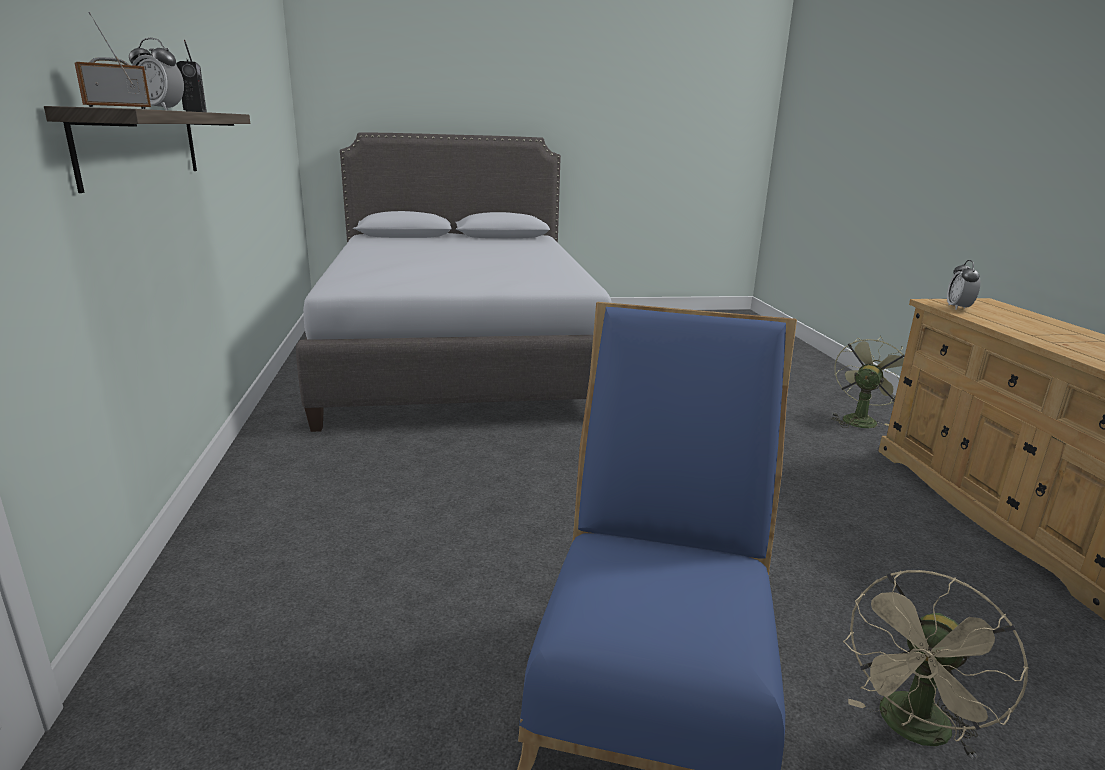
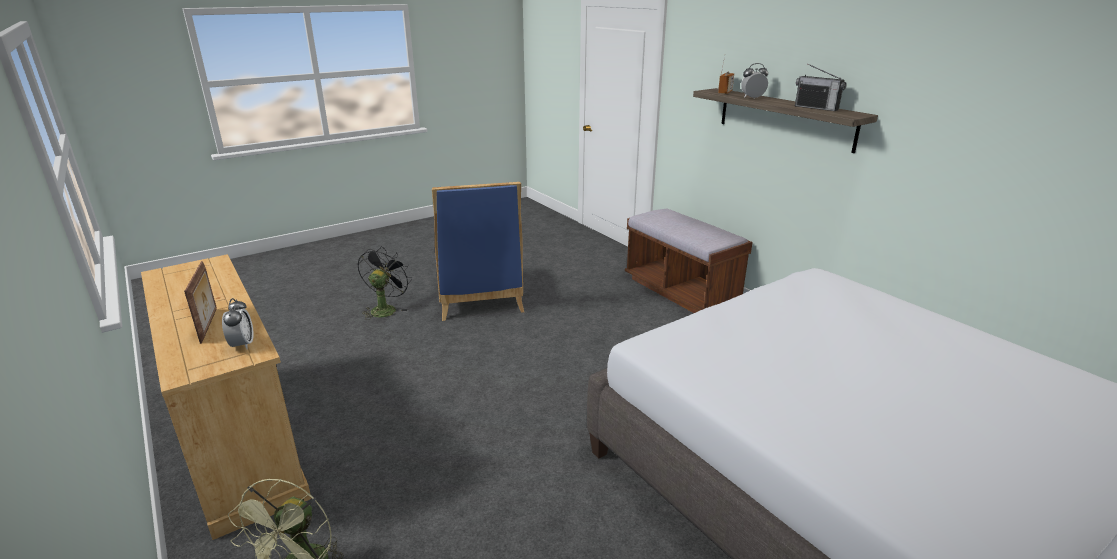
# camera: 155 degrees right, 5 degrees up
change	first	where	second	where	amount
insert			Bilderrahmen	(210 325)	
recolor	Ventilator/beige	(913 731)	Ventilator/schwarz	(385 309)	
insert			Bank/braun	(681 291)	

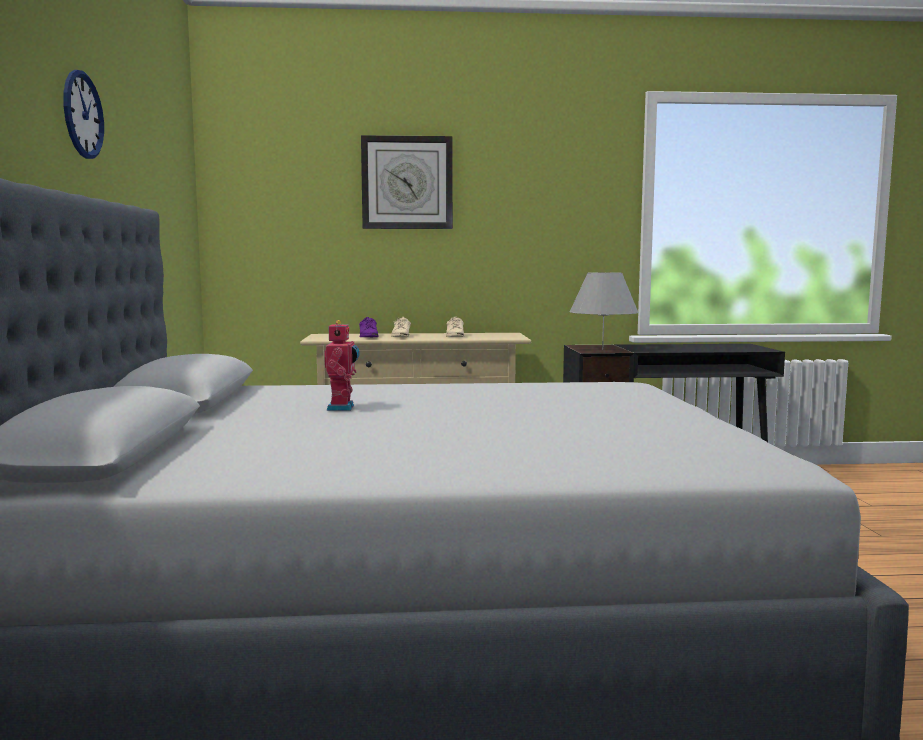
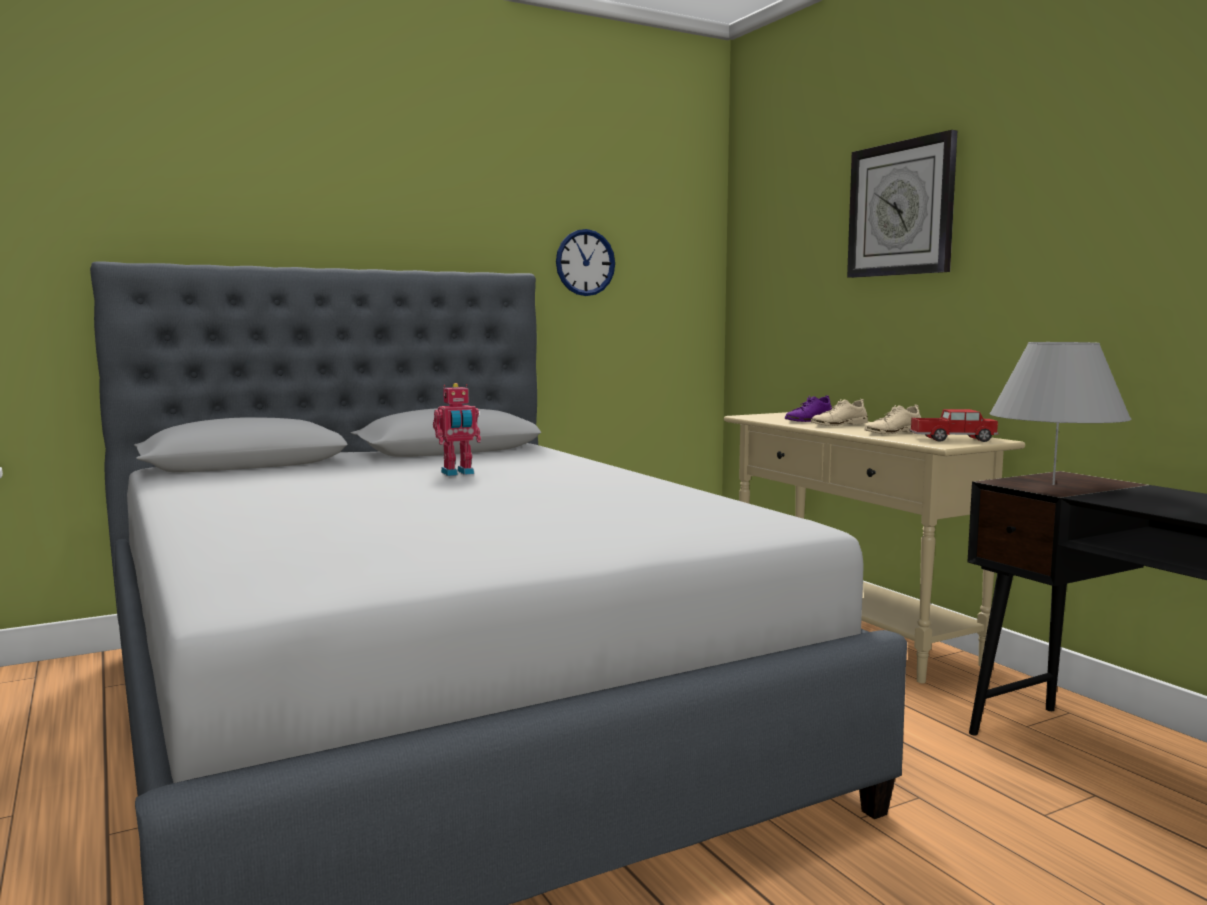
# camera: 65 degrees right, 0 degrees up
change	first	where	second	where	amount
move	Wanduhr	(82 115)		(585 262)	
insert			Spielzeuglaster	(953 439)	

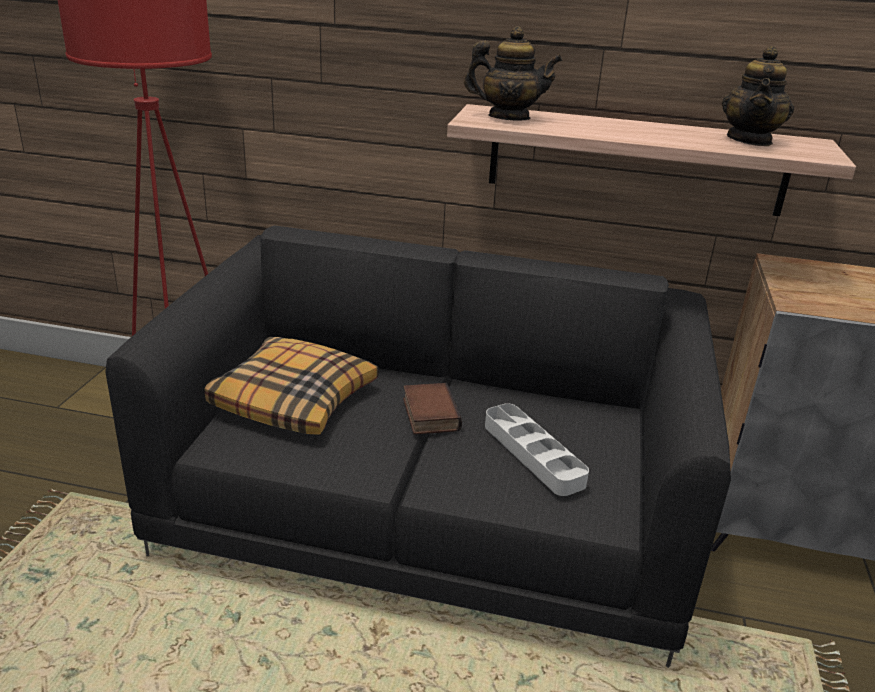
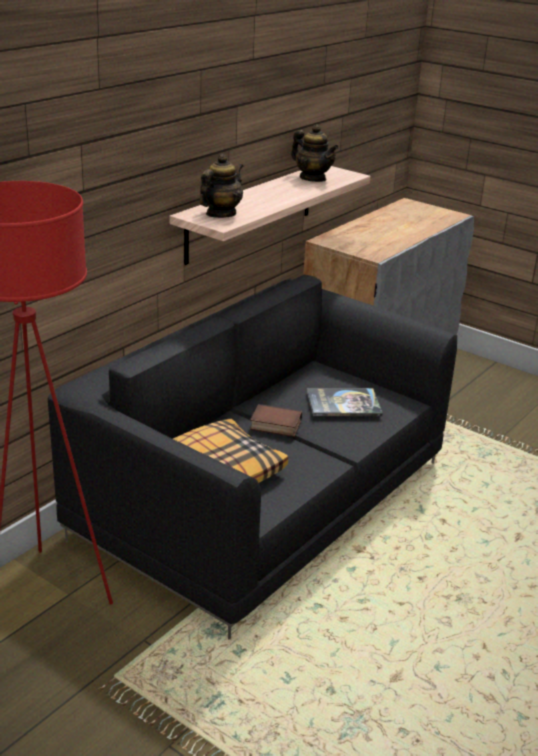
# camera: 65 degrees left, 0 degrees up
change	first	where	second	where	amount
replace	Tablett/grau	(533 454)	Buch	(343 403)	

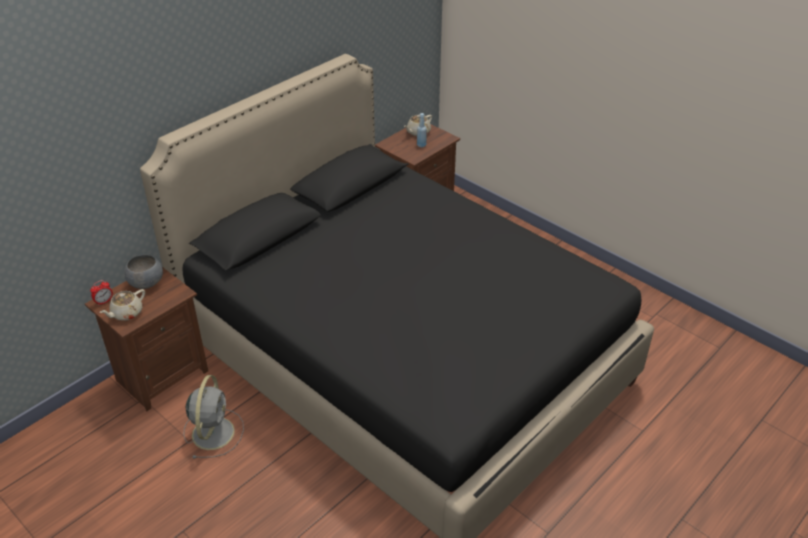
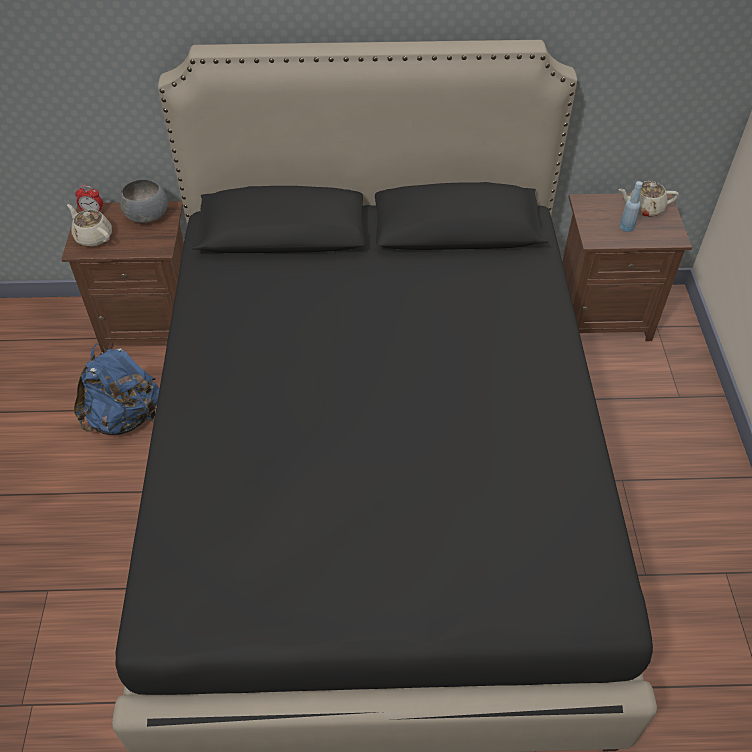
# camera: 45 degrees right, 10 degrees up
change	first	where	second	where	amount
rotate	Teekanne/beige	(126 313)		(93 237)	45 degrees clockwise
replace	Ventilator/grau	(213 431)	Rucksack/blau	(125 417)	

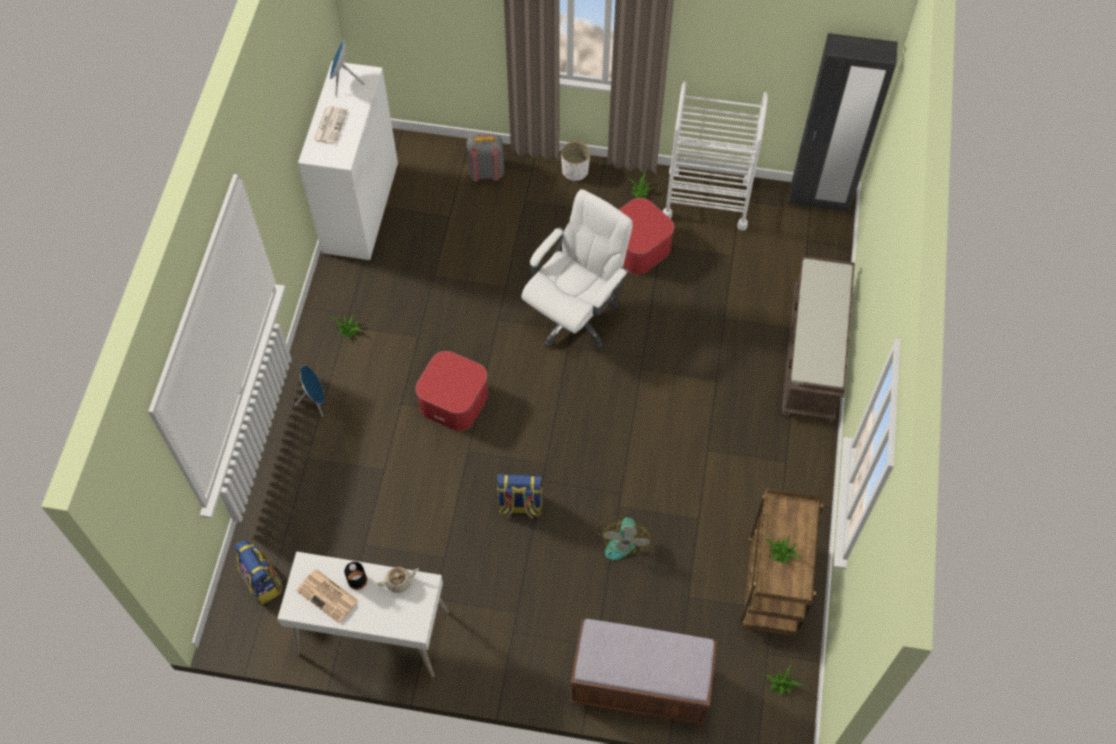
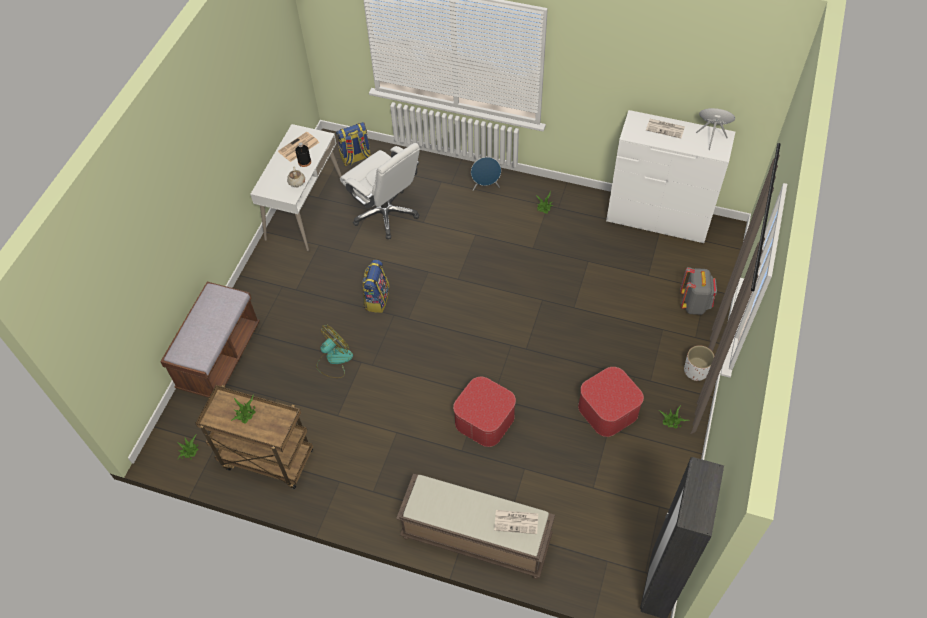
# camera: 100 degrees right, 5 degrees down
change	first	where	second	where	amount
rotate	Ventilator	(621 539)		(334 360)	120 degrees clockwise
move	Bürostuhl/weiß	(575 315)		(386 213)	
move	Polsterhocker	(454 400)		(484 420)	
insert			Zeitung	(517 521)	
delete	Rollwagen/weiß	(707 199)			

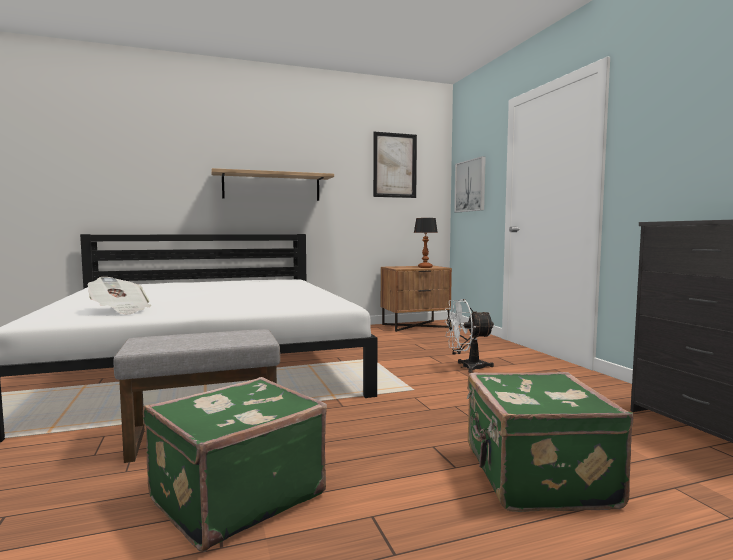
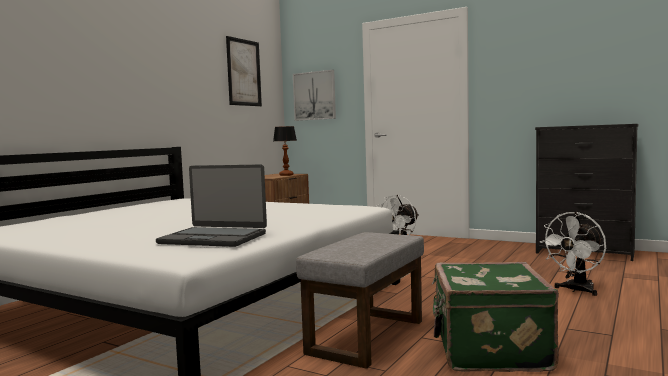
# camera: 40 degrees left, 0 degrees up
change	first	where	second	where	amount
replace	Zeitung	(120 310)	Laptop	(214 238)	
replace	Koffer/grün	(535 477)	Ventilator/weiß	(576 290)	
delete	Wandregal	(272 186)			

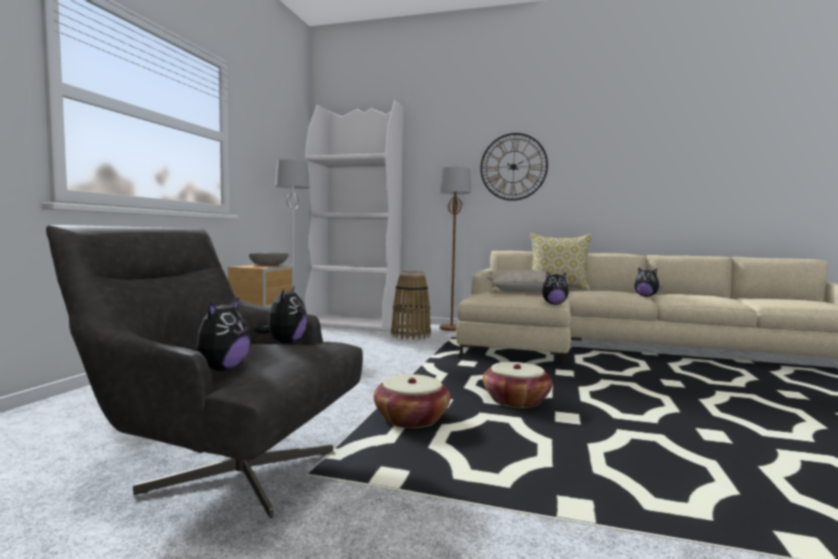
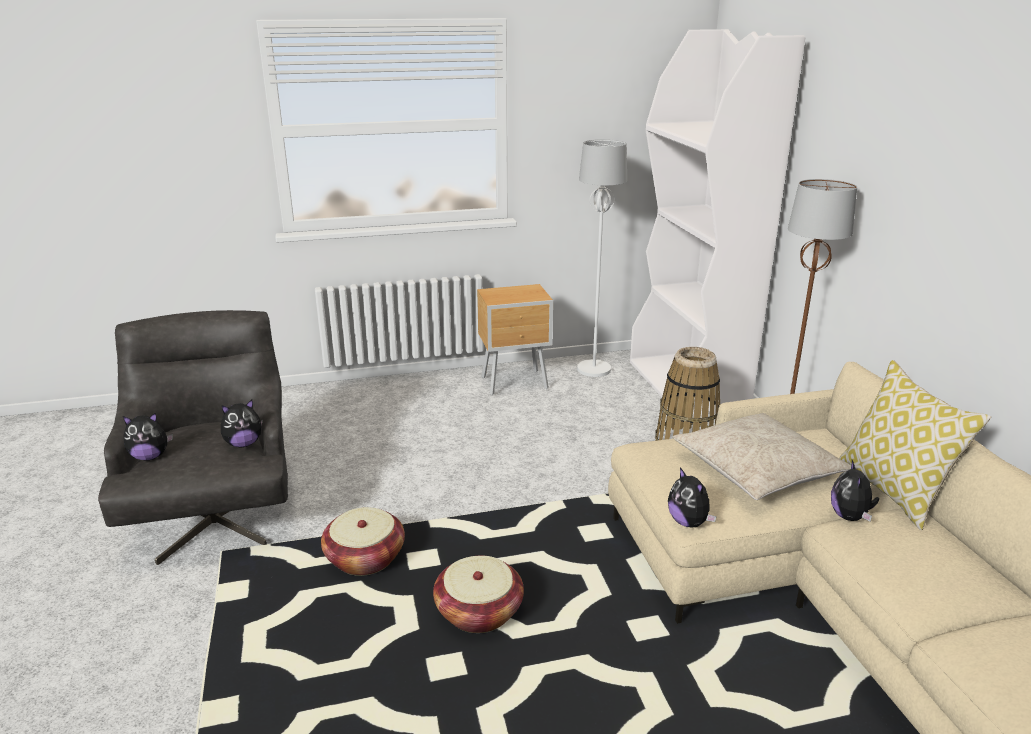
# camera: 60 degrees right, 20 degrees up
change	first	where	second	where	amount
move	Plüschtier	(646 296)		(850 517)	
delete	Schüssel/grau	(269 265)			
delete	Wanduhr	(513 167)			

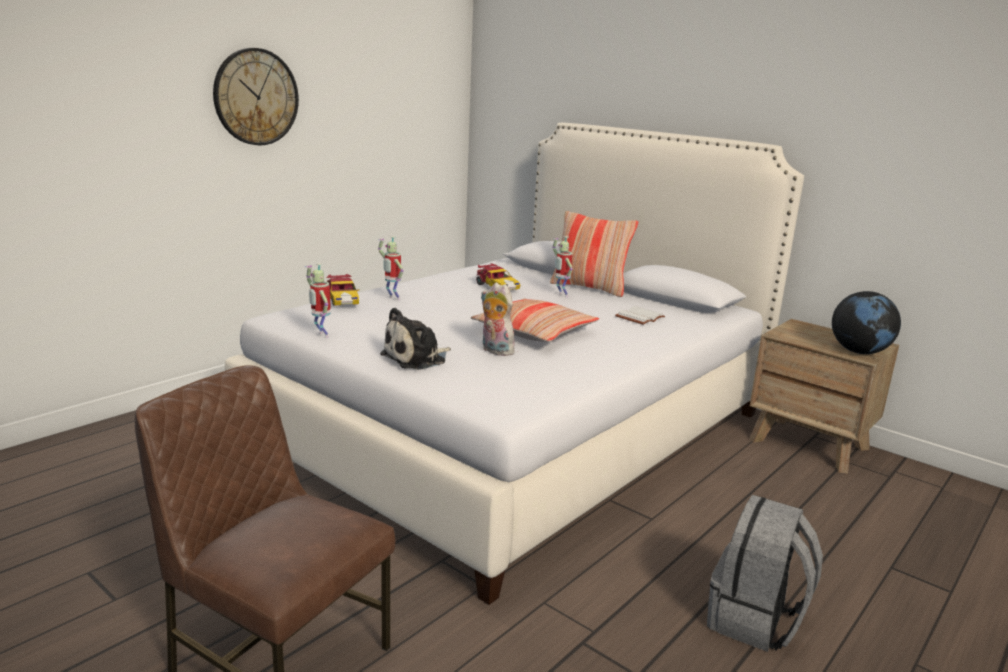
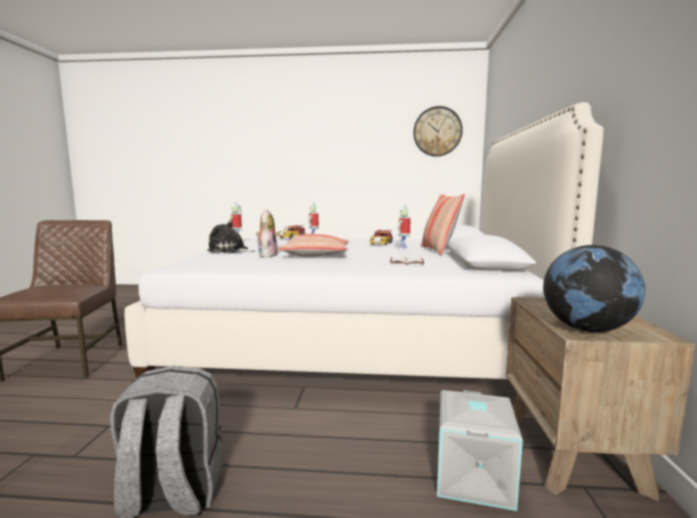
# camera: 55 degrees right, 10 degrees down
change	first	where	second	where	amount
move	Wanduhr	(256 97)		(437 131)	
insert			Aufbewahrungsbox/grau	(475 477)	

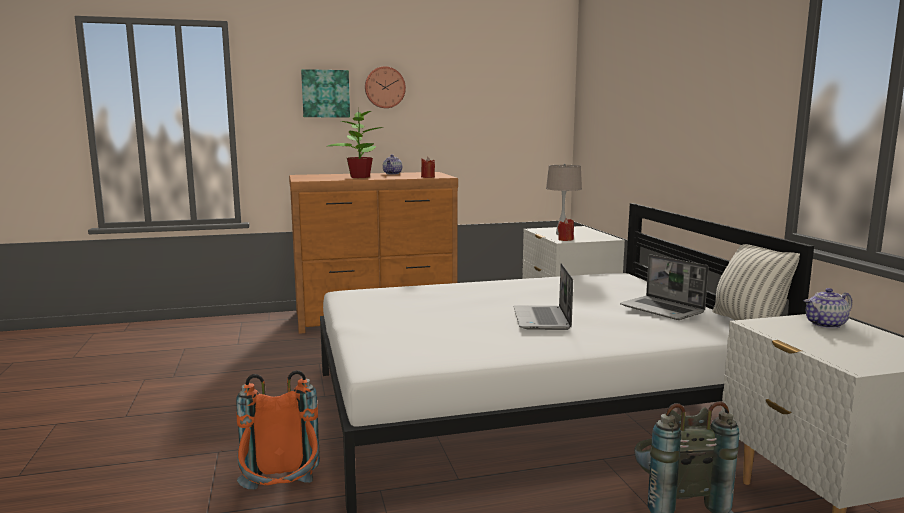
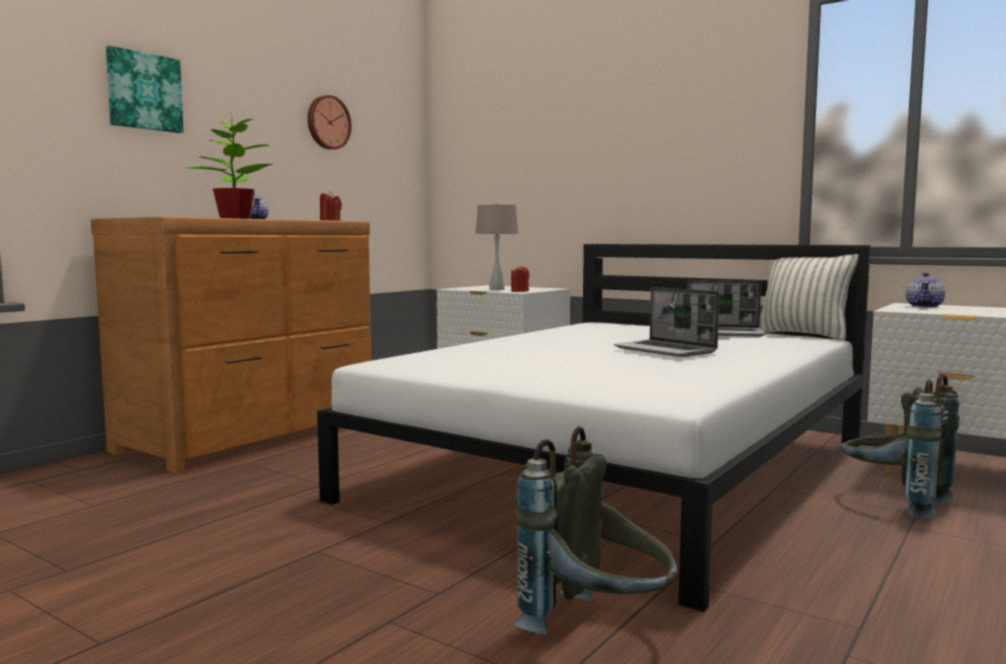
# camera: 40 degrees left, 5 degrees down
change	first	where	second	where	amount
move	Wanduhr	(384 87)		(327 122)	
recolor	Rucksack/orange	(281 498)	Rucksack/grau	(597 629)	

